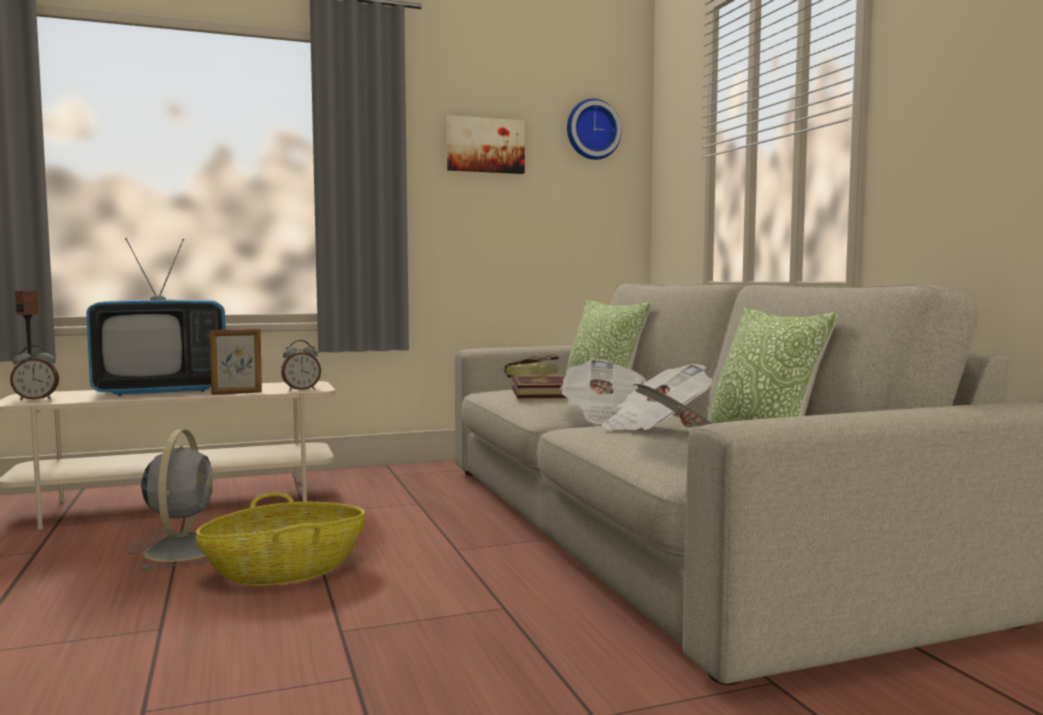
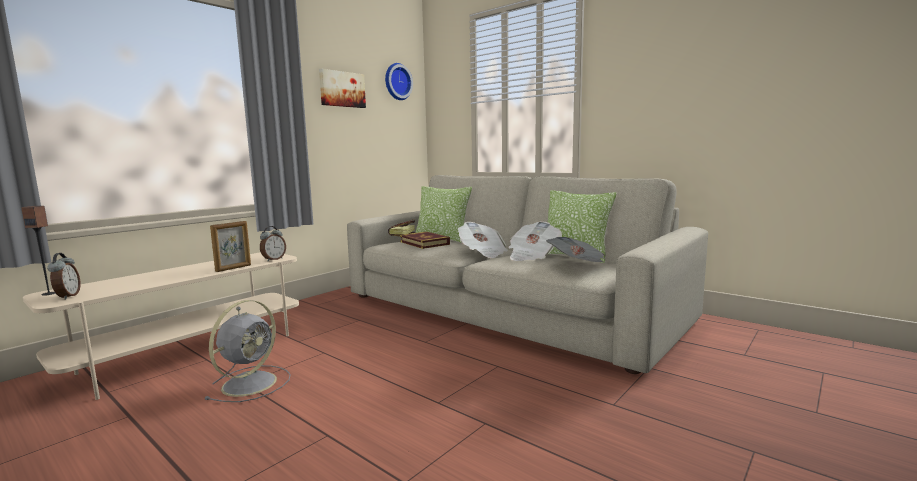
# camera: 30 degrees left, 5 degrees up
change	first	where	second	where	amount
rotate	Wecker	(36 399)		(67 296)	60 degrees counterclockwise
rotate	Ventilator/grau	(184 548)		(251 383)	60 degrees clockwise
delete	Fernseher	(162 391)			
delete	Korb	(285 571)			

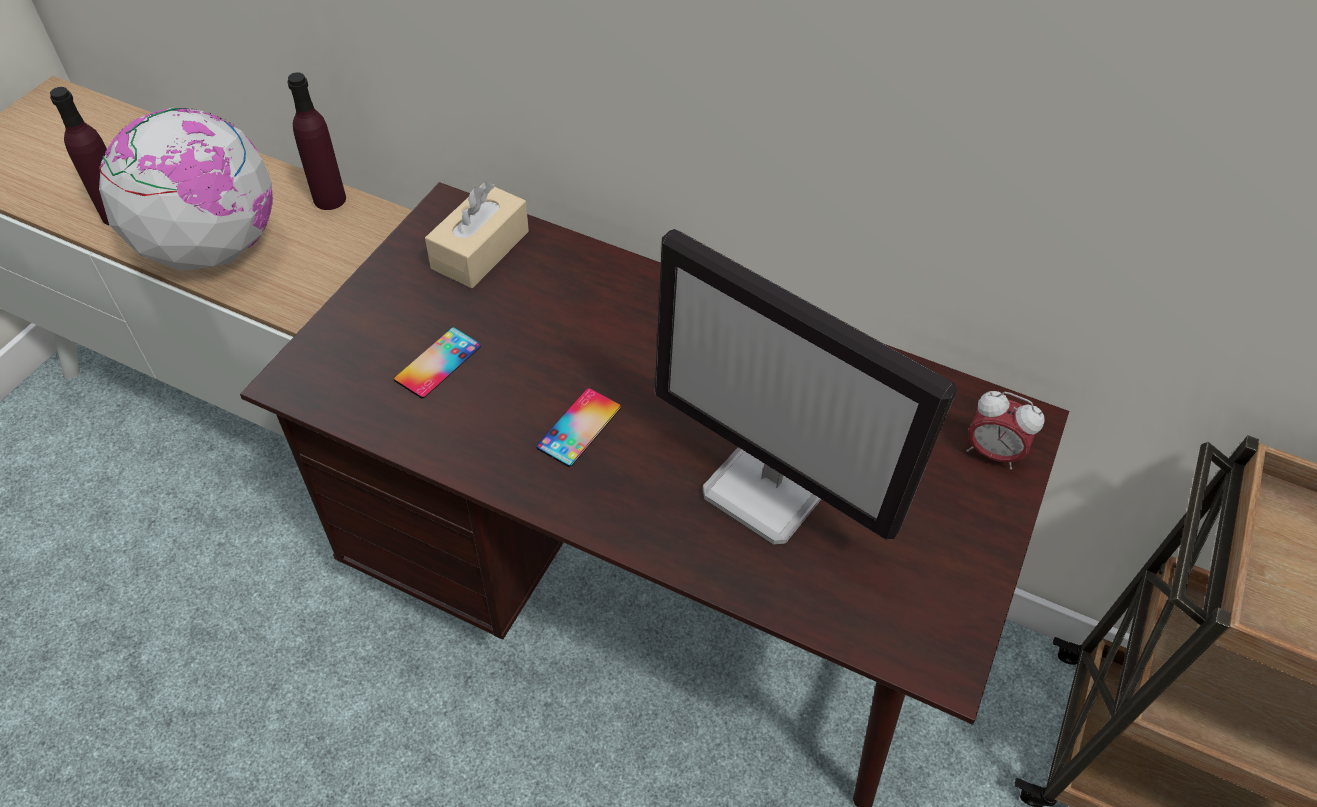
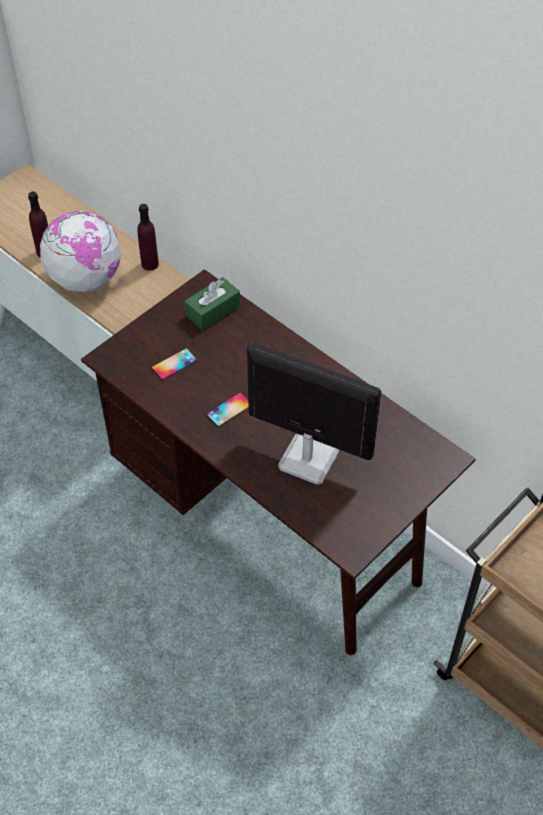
# camera: 20 degrees right, 0 degrees up
change	first	where	second	where	amount
recolor	Taschentuchbox/beige	(480 250)	Taschentuchbox/grün	(213 311)	
rotate	Monitor	(769 489)		(307 459)	150 degrees clockwise
delete	Wecker	(991 453)			

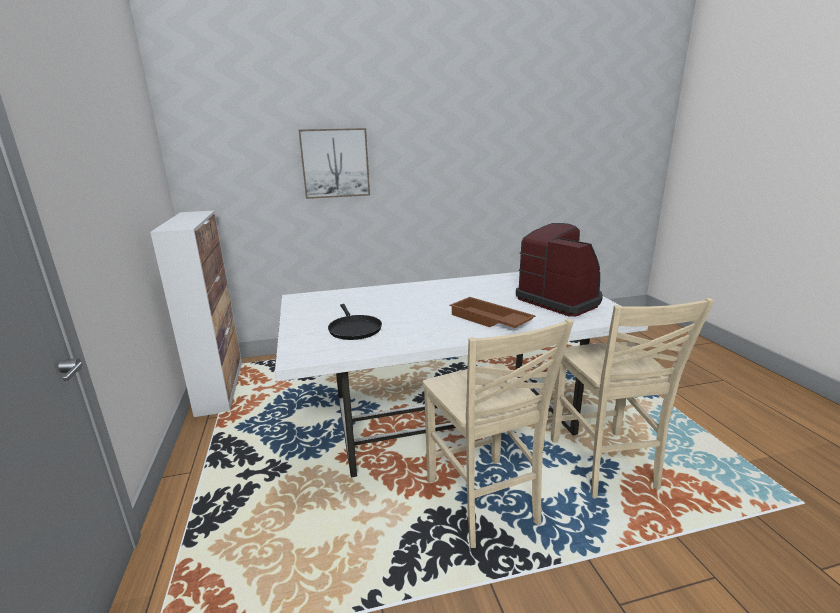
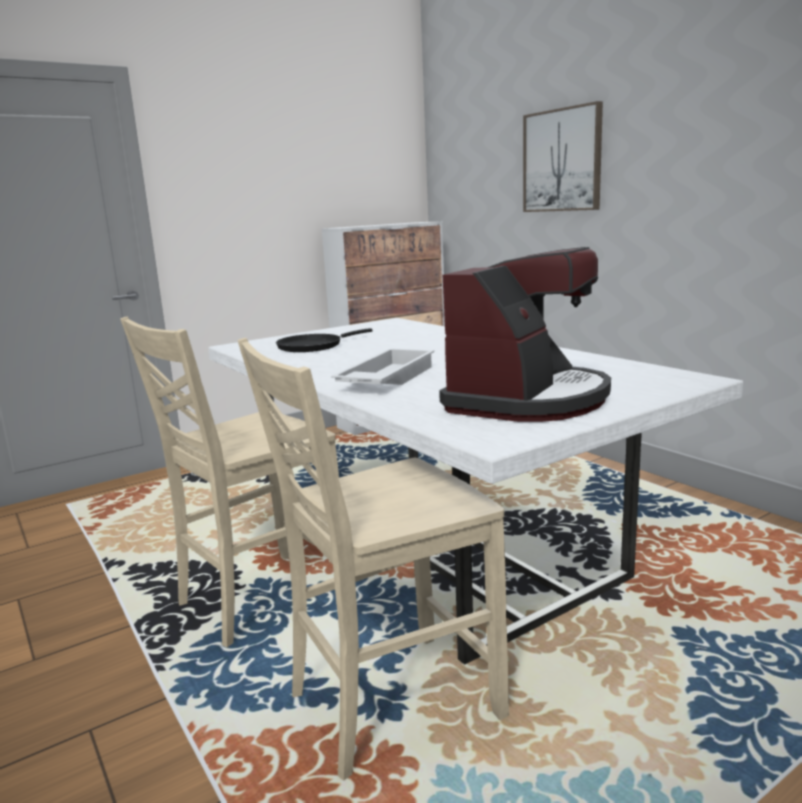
# camera: 70 degrees right, 5 degrees down
change	first	where	second	where	amount
recolor	Tablett/braun	(489 320)	Tablett/weiß	(385 379)	

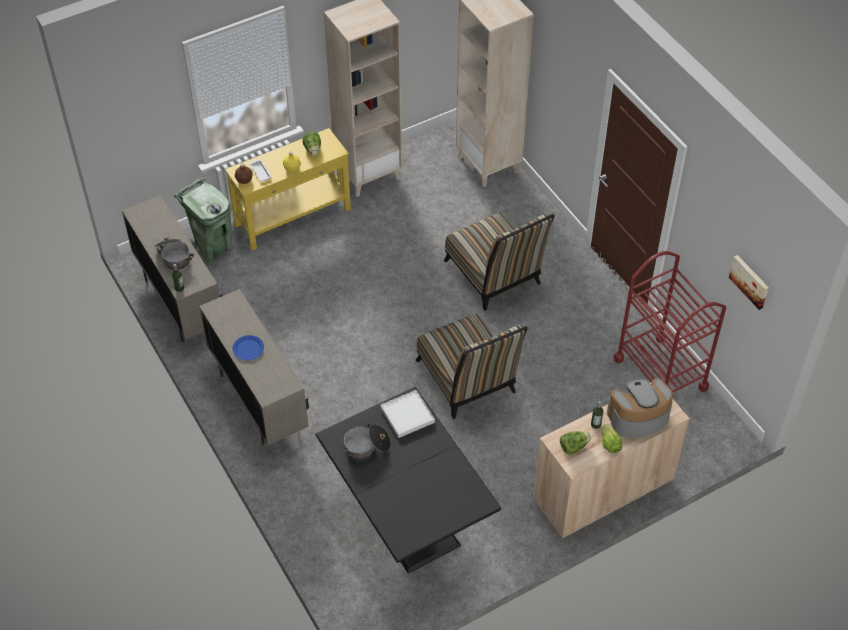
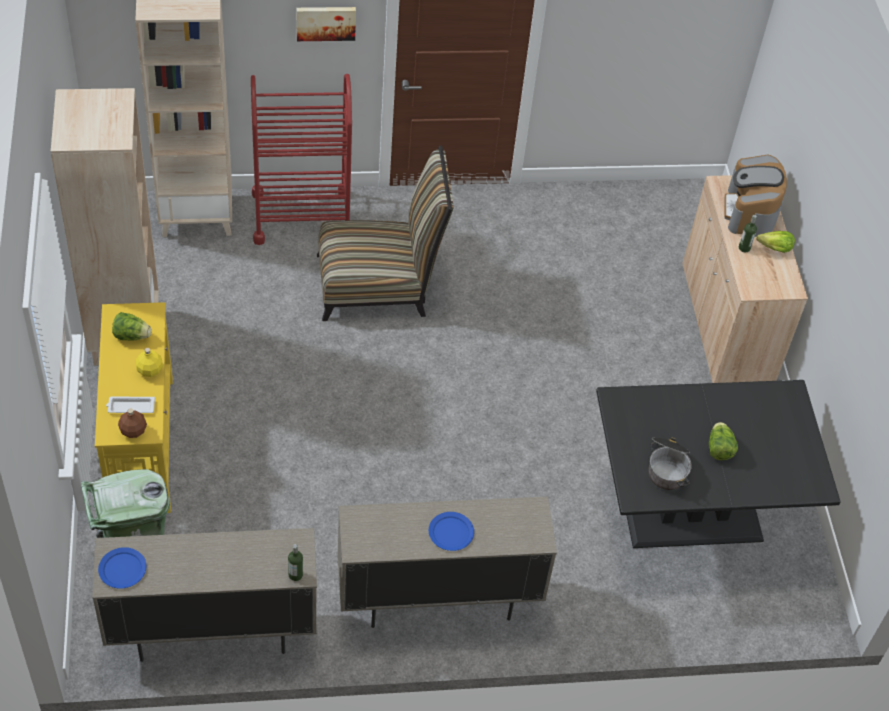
# camera: 70 degrees left, 0 degrees up
change	first	where	second	where	amount
insert			Teller/blau	(122 569)	
move	Rollwagen/rot	(660 373)		(301 216)	
move	Bild	(750 281)		(325 22)	
move	Salatkopf	(573 447)		(719 449)	
delete	Kochtopf	(174 257)			
delete	Tablett/weiß	(407 415)			
delete	Stuhl	(468 381)			

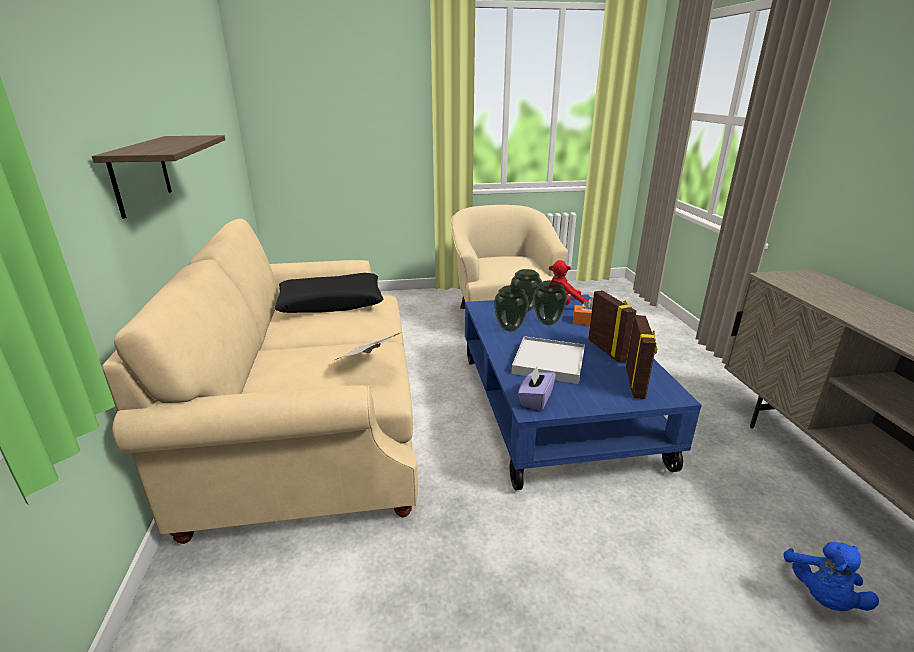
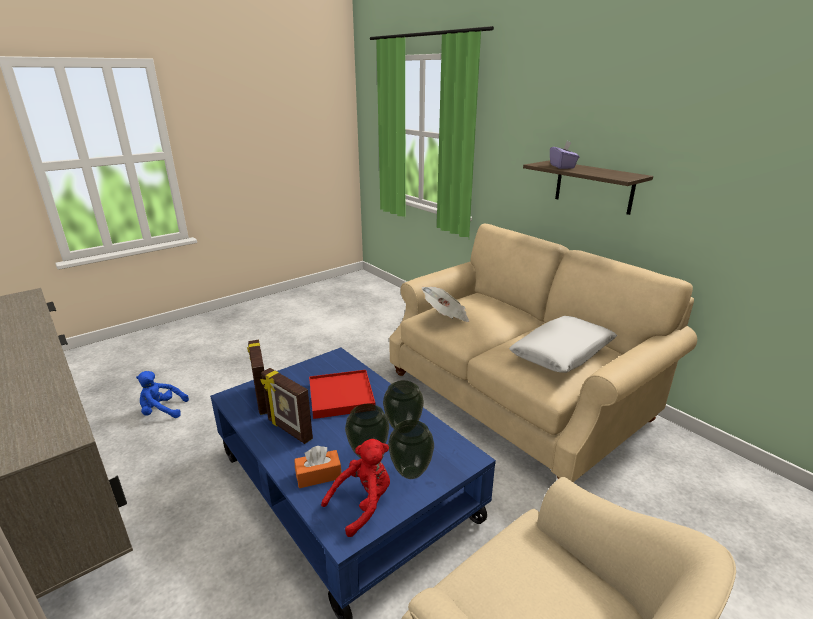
# camera: 150 degrees right, 0 degrees up
change	first	where	second	where	amount
rotate	Plüschtier/blau	(821 596)		(162 411)	90 degrees counterclockwise
recolor	Tablett/weiß	(549 363)	Tablett/rot	(341 396)	
recolor	Kissen/schwarz	(331 303)	Kissen/weiß	(562 353)	
move	Taschentuchbox/lila	(535 399)		(562 166)	

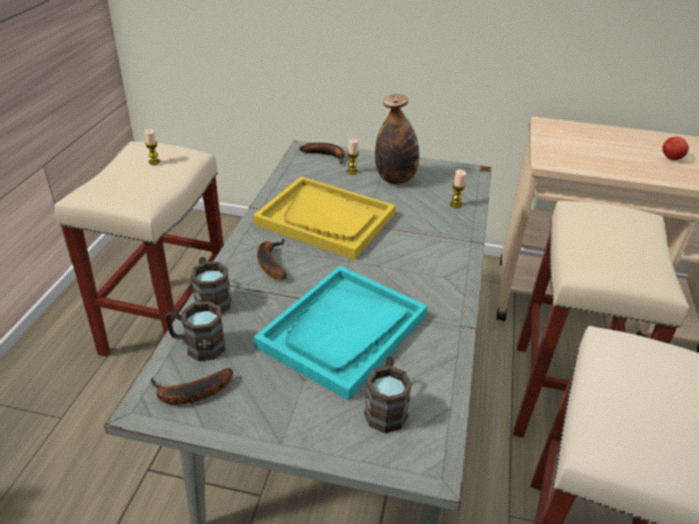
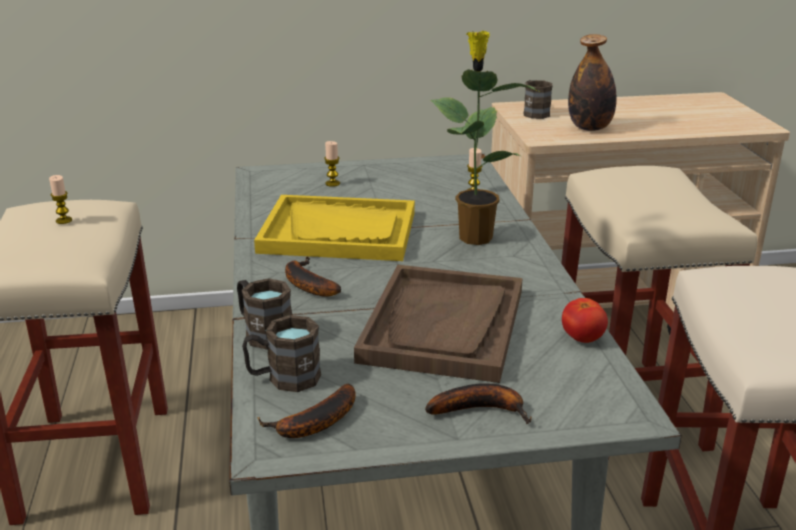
# camera: 20 degrees left, 10 degrees down
change	first	where	second	where	amount
recolor	Tablett/türkis	(343 331)	Tablett/braun	(443 326)	
move	Banane	(327 155)		(482 409)	
insert			Topfpflanze	(474 236)	
move	Henkelbecher/braun	(386 407)		(534 112)	
move	Tomate	(671 158)		(582 338)	
move	Flasche	(395 179)		(589 128)	

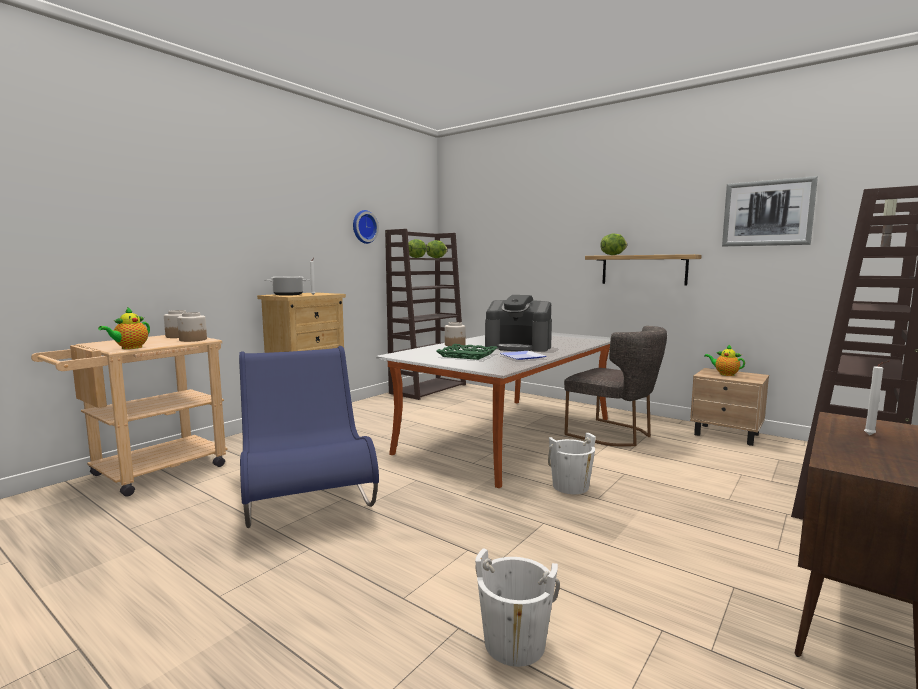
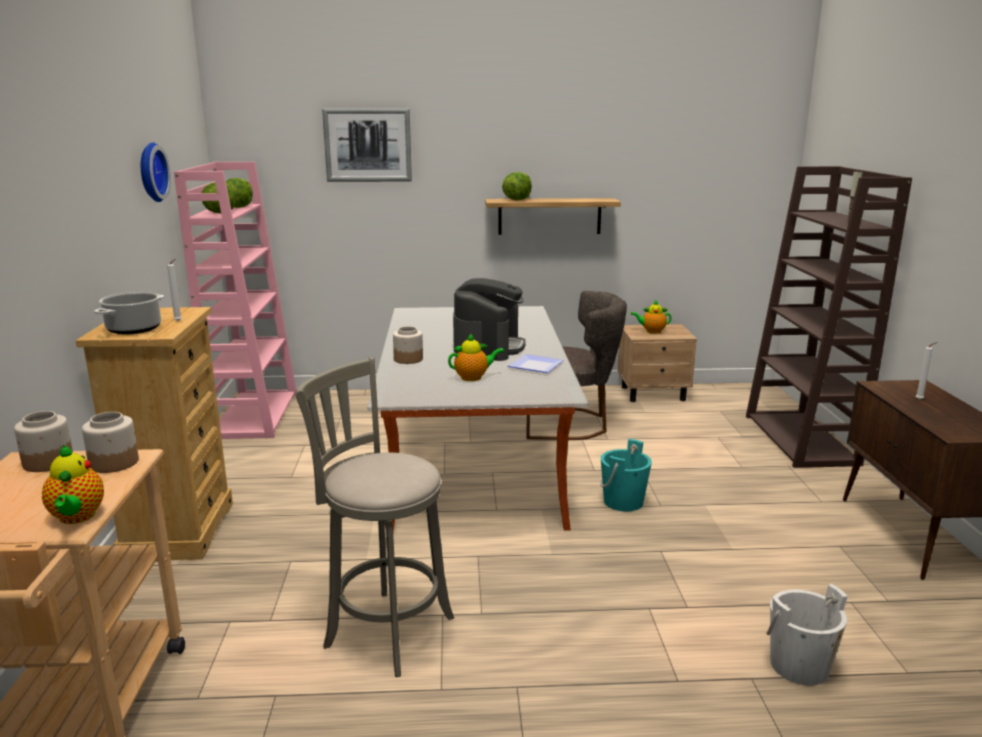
# camera: 40 degrees left, 10 degrees up
change	first	where	second	where	amount
recolor	Bücherregal/braun	(428 389)	Bücherregal/rosa	(254 414)	
replace	Stuhl/blau	(305 493)	Hocker/grau	(384 629)	
move	Bild	(767 213)		(368 145)	
replace	Tablett/grün	(467 355)	Teekanne	(473 377)	
rotate	Kaffeemaschine	(518 347)		(488 347)	60 degrees counterclockwise
recolor	Eimer/weiß	(570 486)	Eimer/türkis	(623 502)	

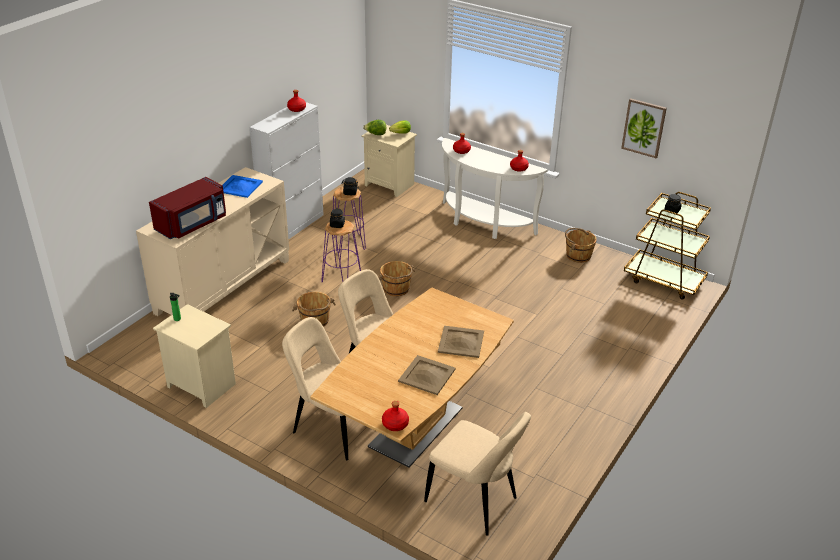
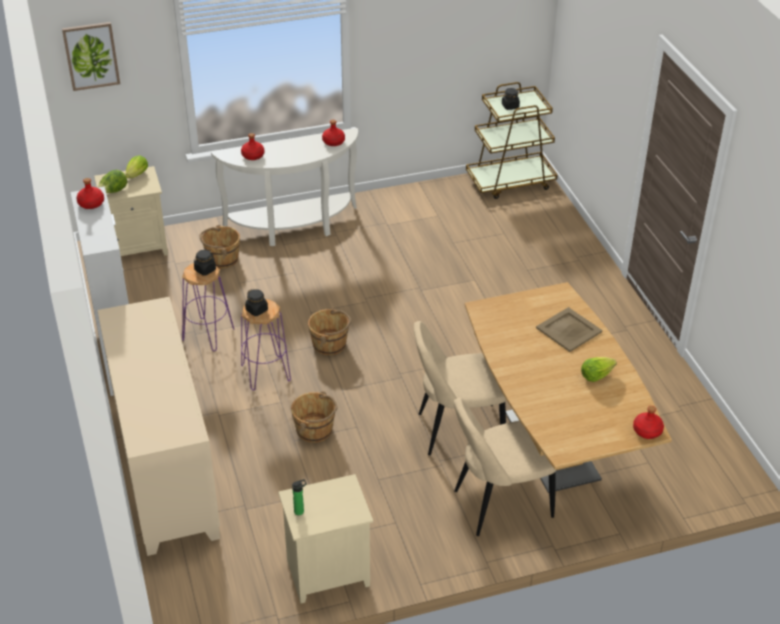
# camera: 50 degrees left, 5 degrees up
change	first	where	second	where	amount
move	Bild	(644 128)		(91 55)	
move	Eimer/braun	(578 255)		(222 259)	
replace	Tablett/beige	(426 375)	Salatkopf	(596 376)	
delete	Mikrowelle/rot	(192 224)			
delete	Tablett/blau	(240 187)			
delete	Stuhl/beige	(474 502)			

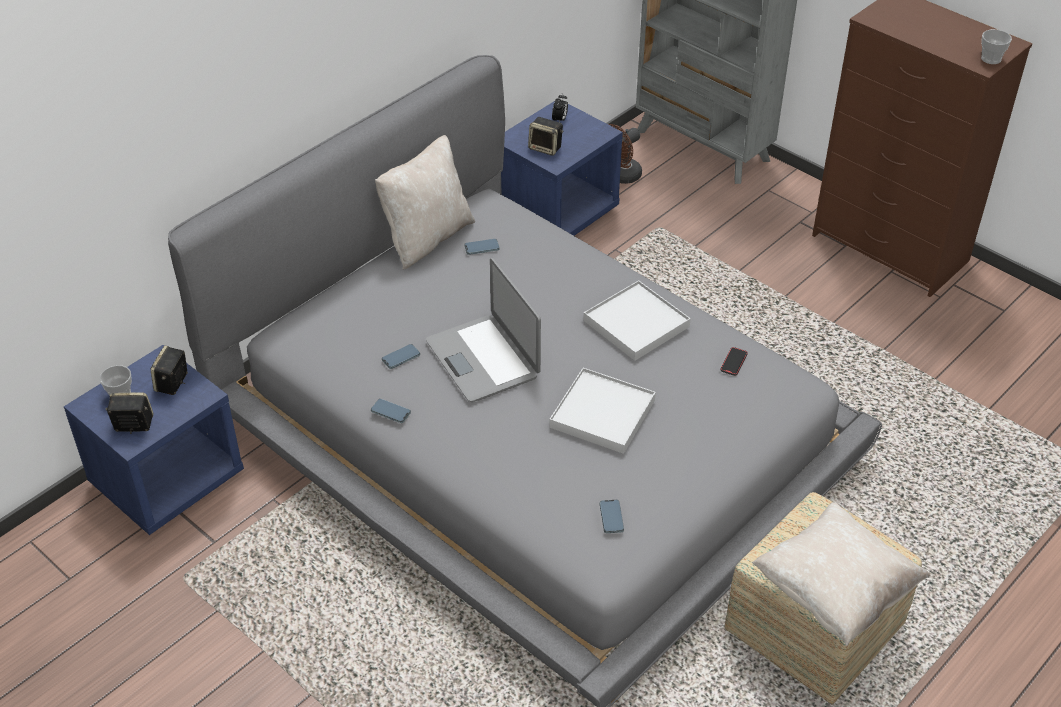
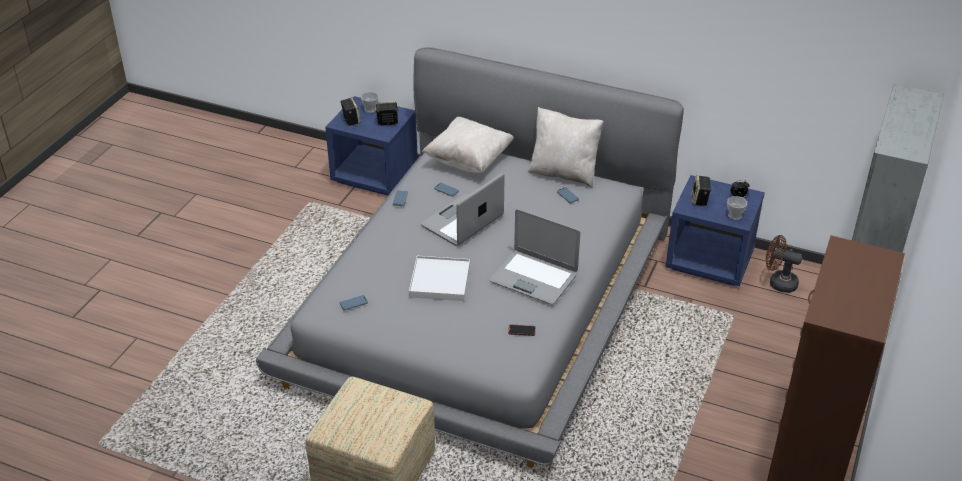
# camera: 70 degrees right, 5 degrees down
change	first	where	second	where	amount
move	Kissen/beige	(834 592)		(468 160)	
replace	Tablett/weiß	(636 323)	Laptop	(534 278)	
move	Tasse	(991 59)		(734 216)	

